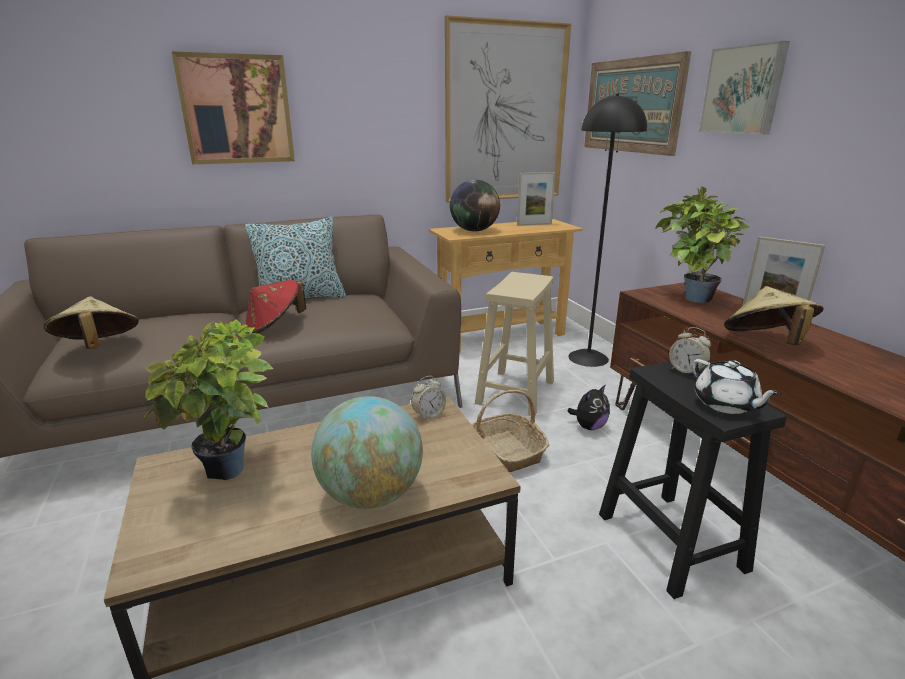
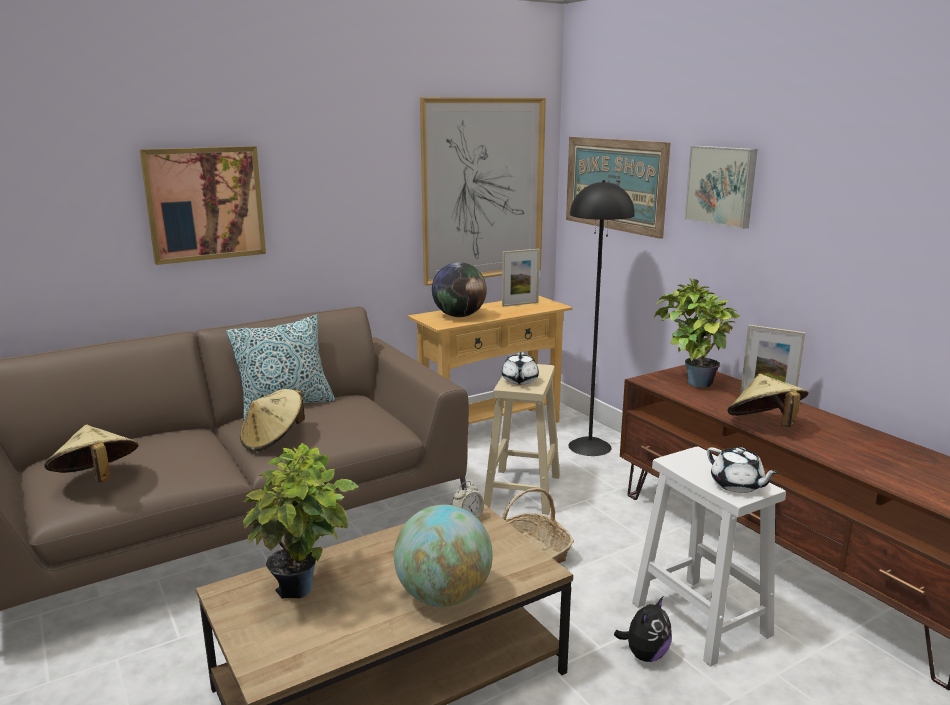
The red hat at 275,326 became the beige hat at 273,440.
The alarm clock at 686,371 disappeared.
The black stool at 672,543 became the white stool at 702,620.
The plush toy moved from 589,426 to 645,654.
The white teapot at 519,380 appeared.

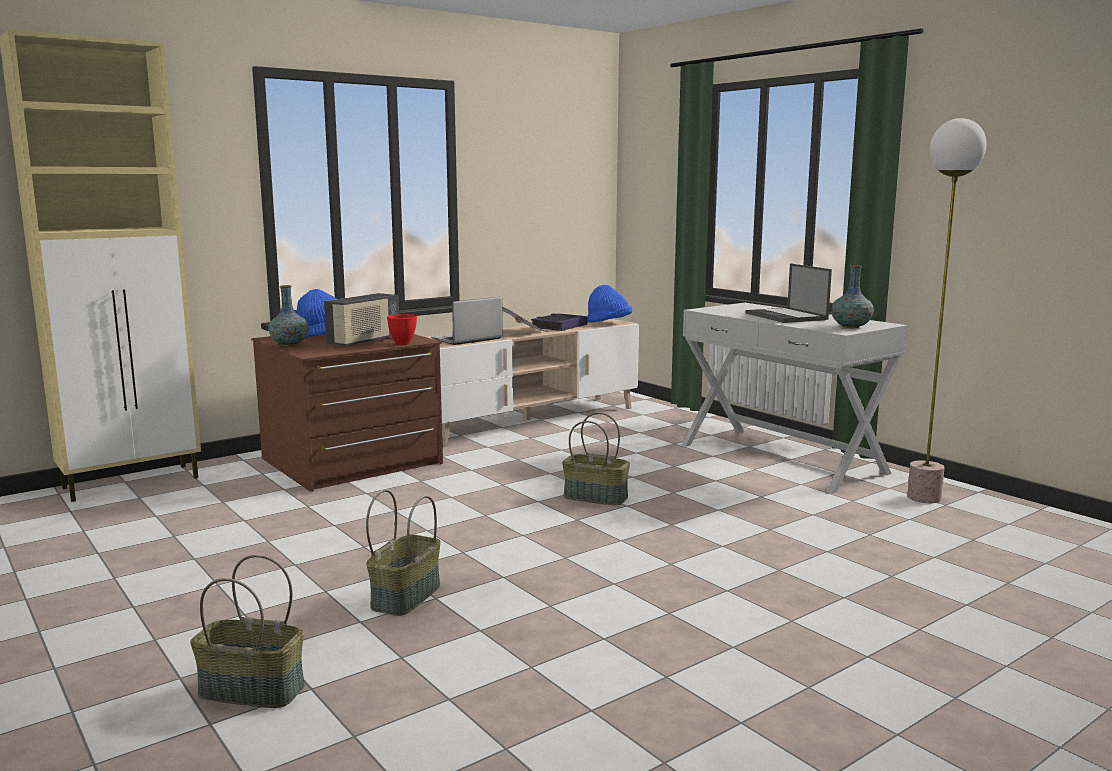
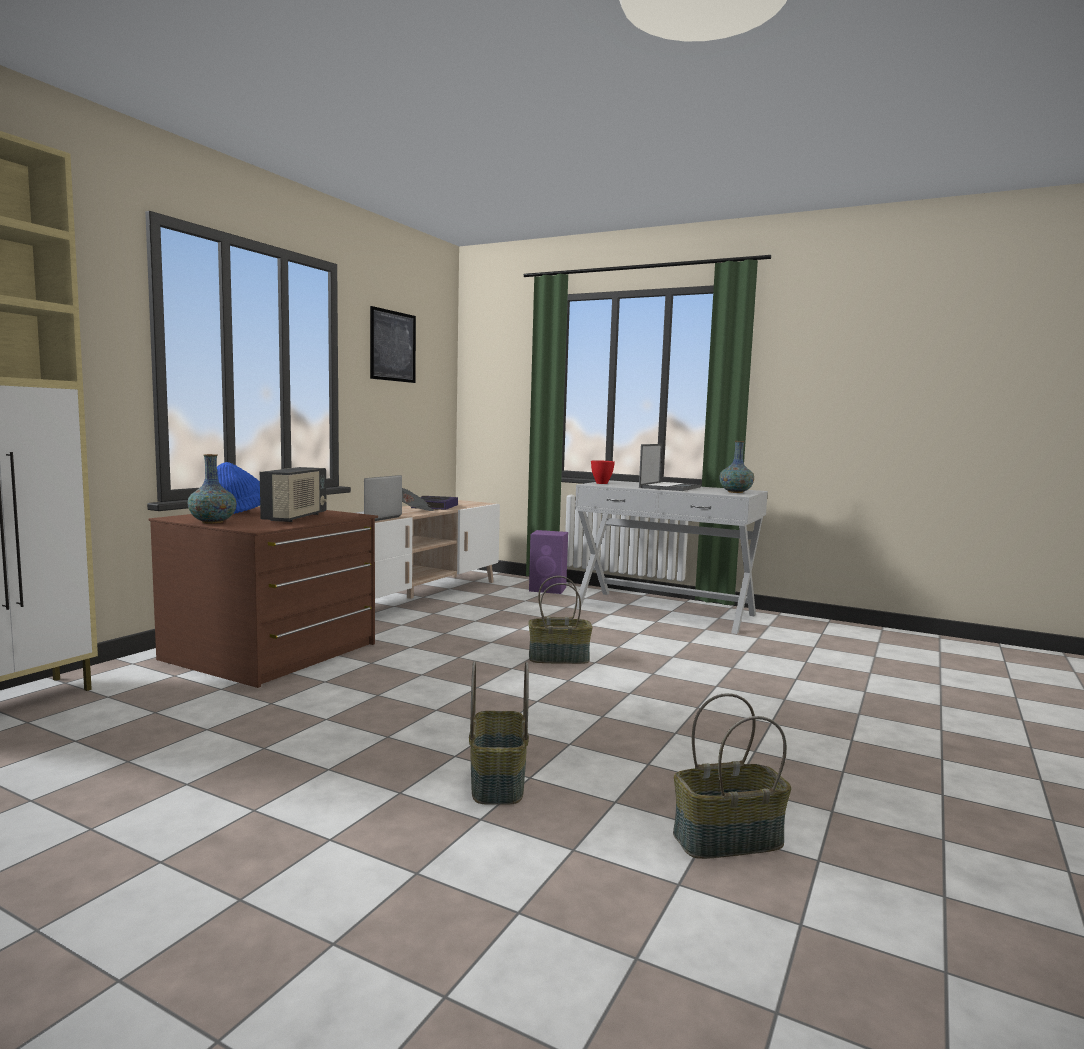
The floor lamp at 924,498 disappeared.
The laptop at 787,316 turned 105 degrees counterclockwise.
The blue hat at 608,323 disappeared.
The red bowl moved from 403,344 to 602,483.
The basket moved from 250,691 to 727,840.
The picture at 393,346 appeared.
The purple speaker at 548,589 appeared.

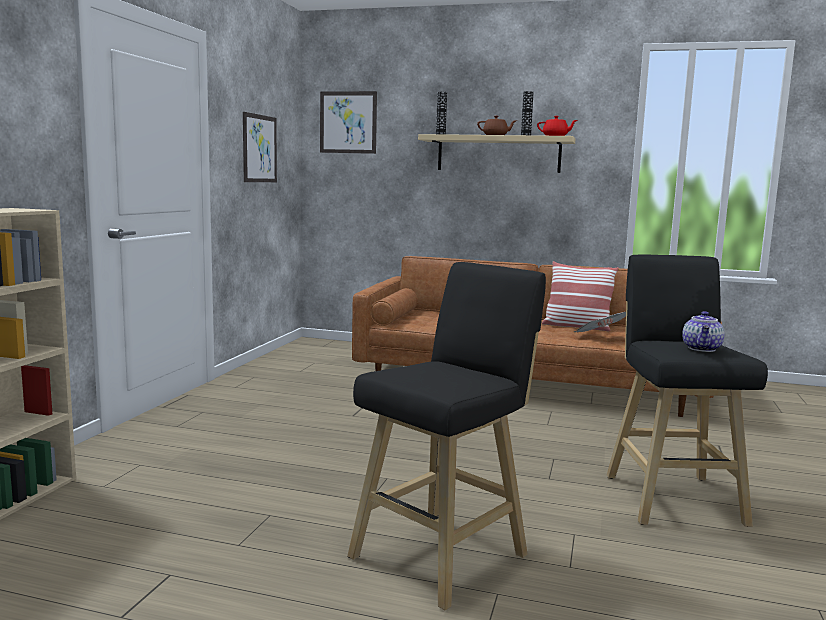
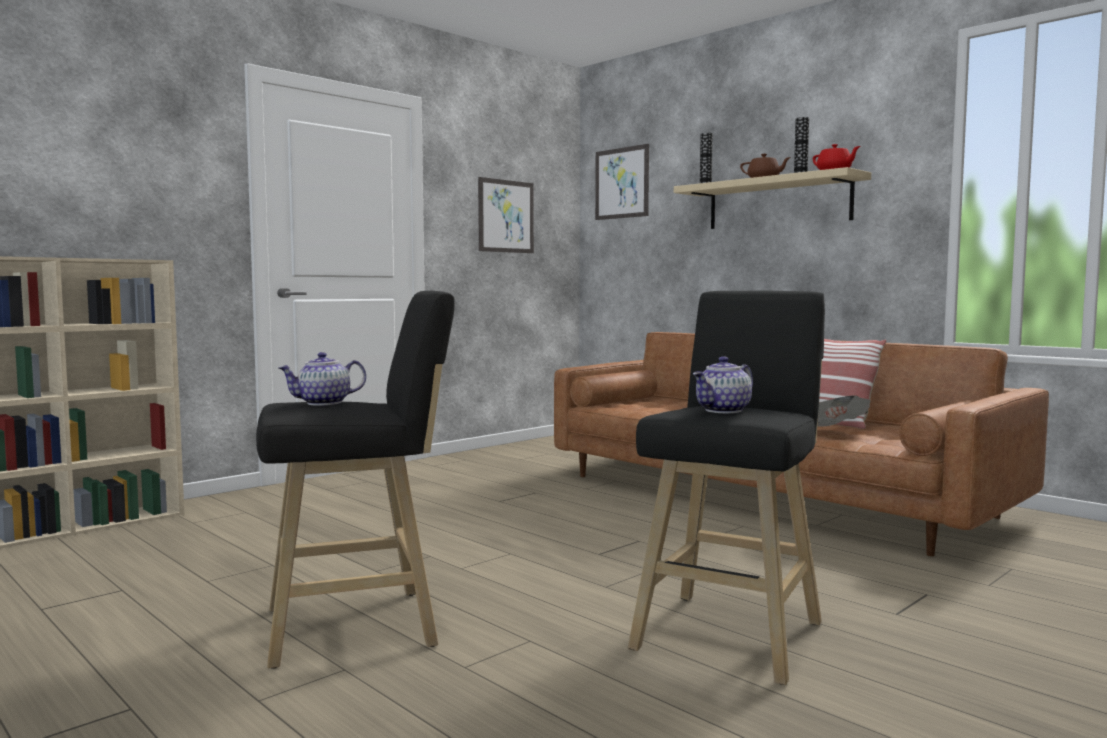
The teapot at 323,403 appeared.

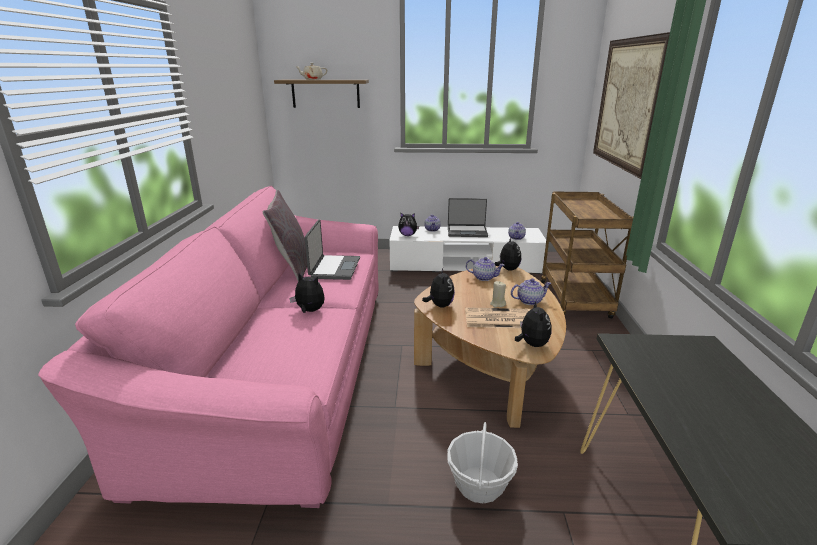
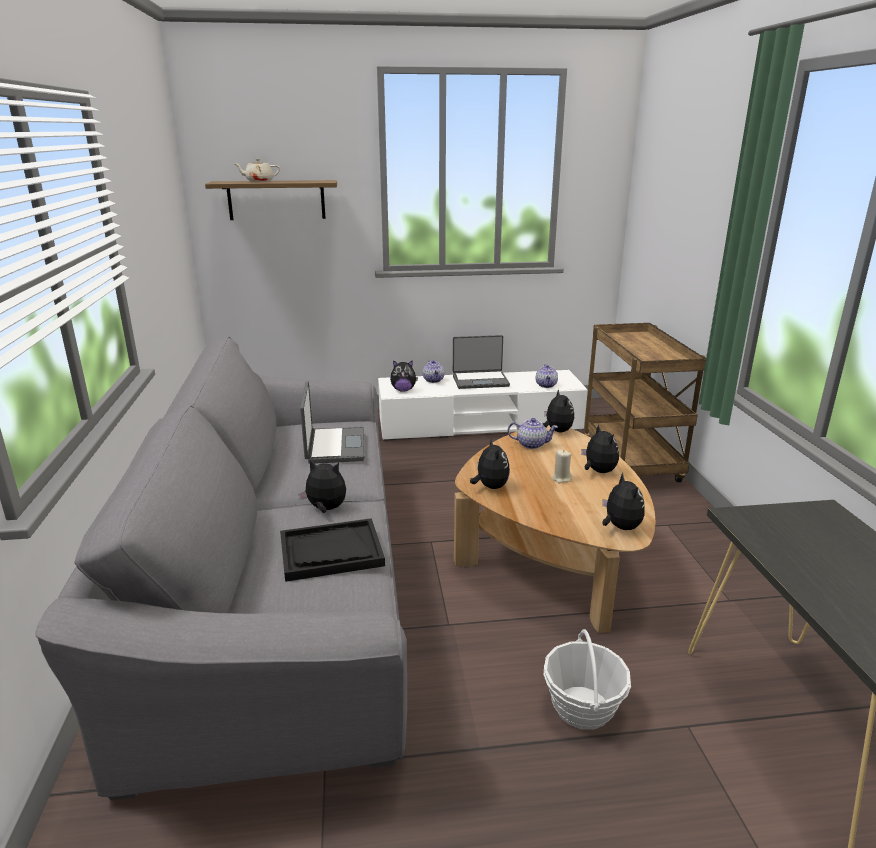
The picture at 627,104 disappeared.
The pink sofa at 284,369 became the grey sofa at 283,590.
The grey pillow at 292,268 disappeared.
The teapot at 529,301 was replaced by the plush toy at 598,471.
The newspaper at 498,319 disappeared.
The black tray at 331,552 appeared.

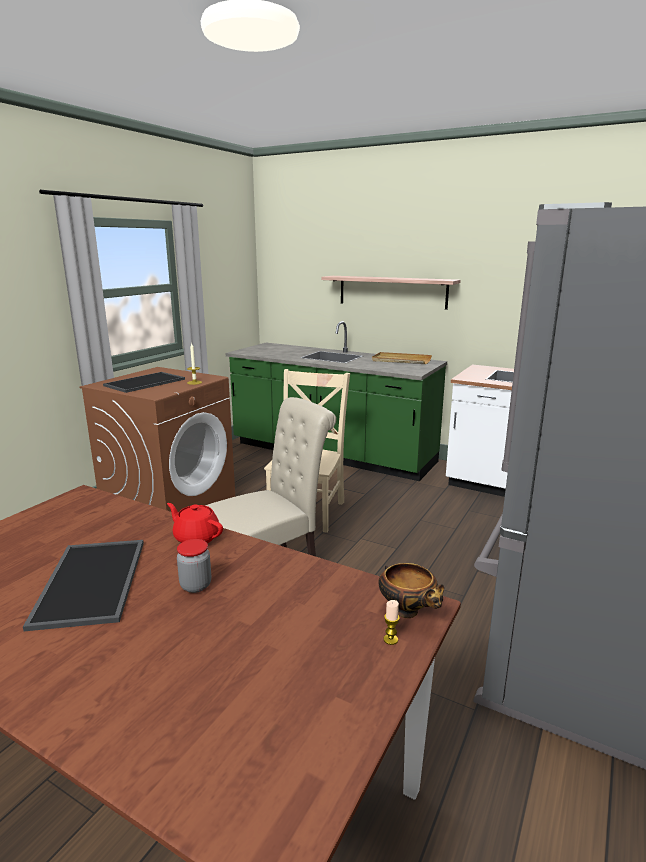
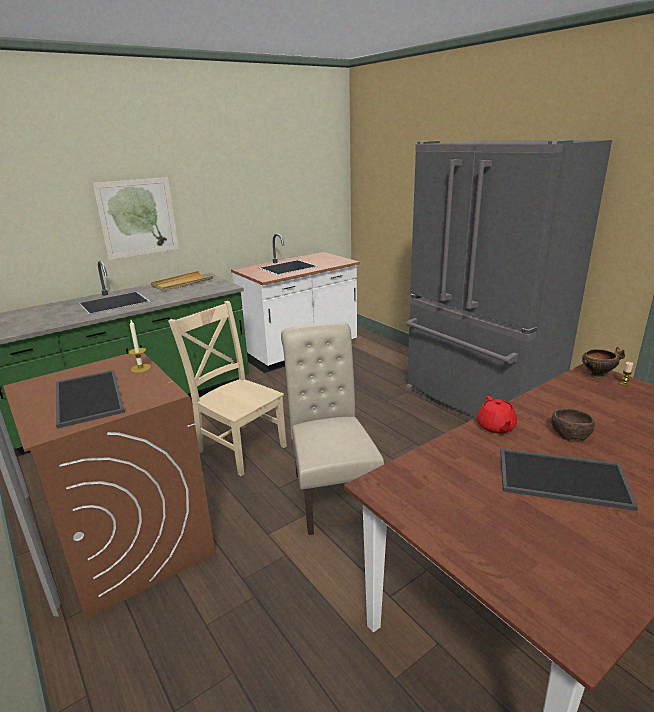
The shelf at 392,292 was replaced by the picture at 138,218.
The red teapot at 196,537 turned 60 degrees counterclockwise.
The jar at 196,585 was replaced by the brown bowl at 569,433.

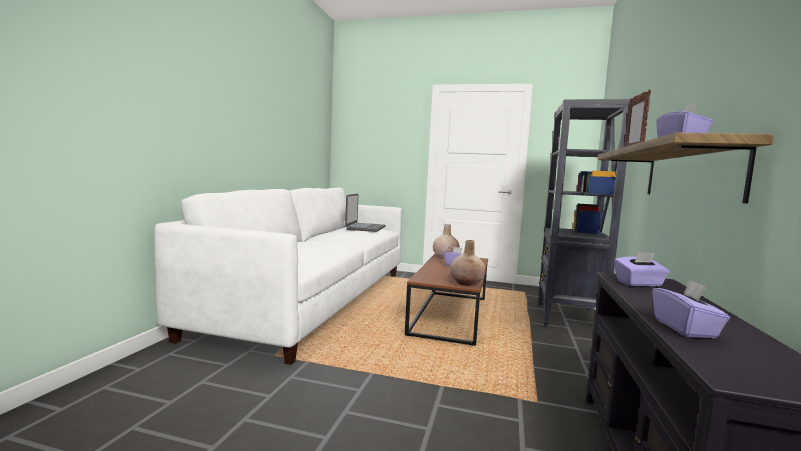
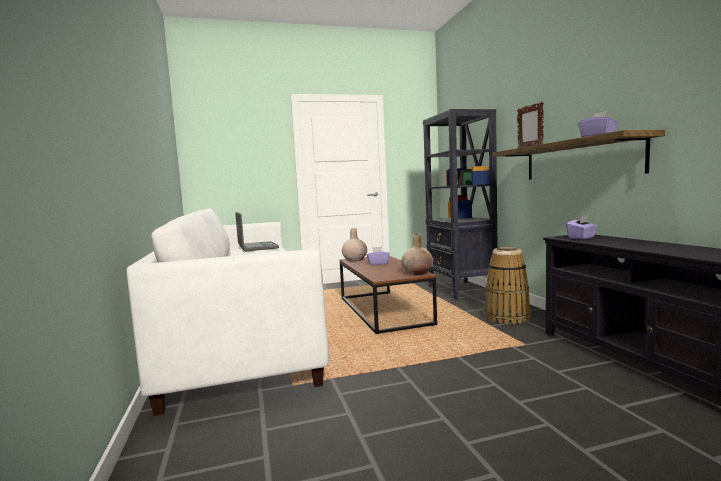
The purple tissue box at 685,328 disappeared.
The basket at 507,317 appeared.

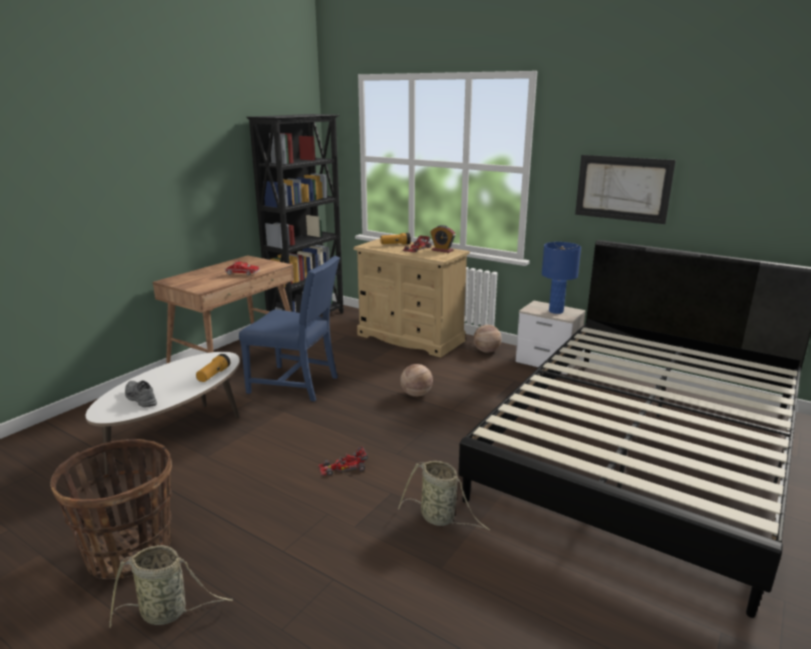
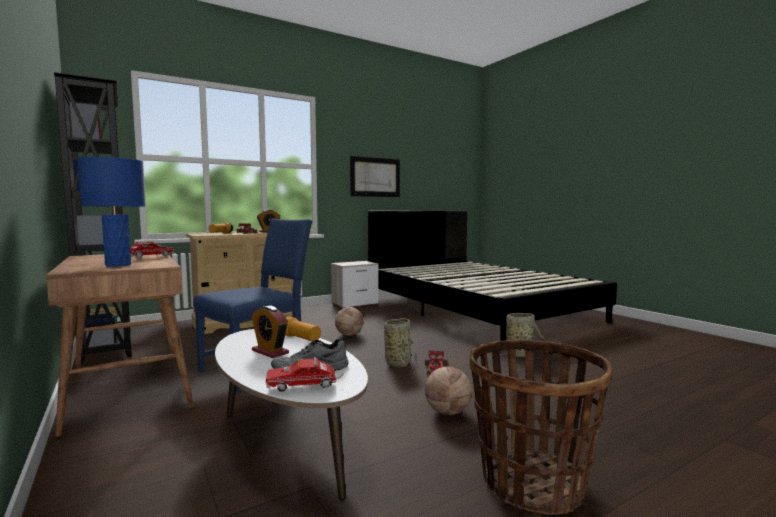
The blue table lamp moved from 556,311 to 118,265.
The basketball moved from 486,351 to 447,412.
The basket moved from 168,612 to 398,363.
The alarm clock at 270,352 appeared.
The toy truck at 305,386 appeared.

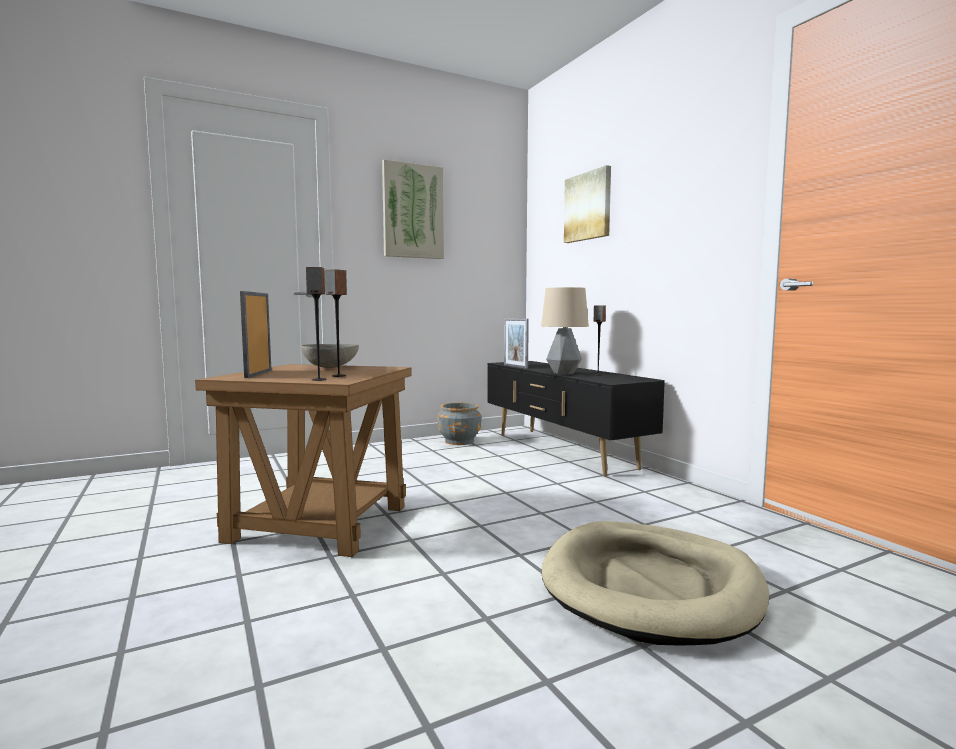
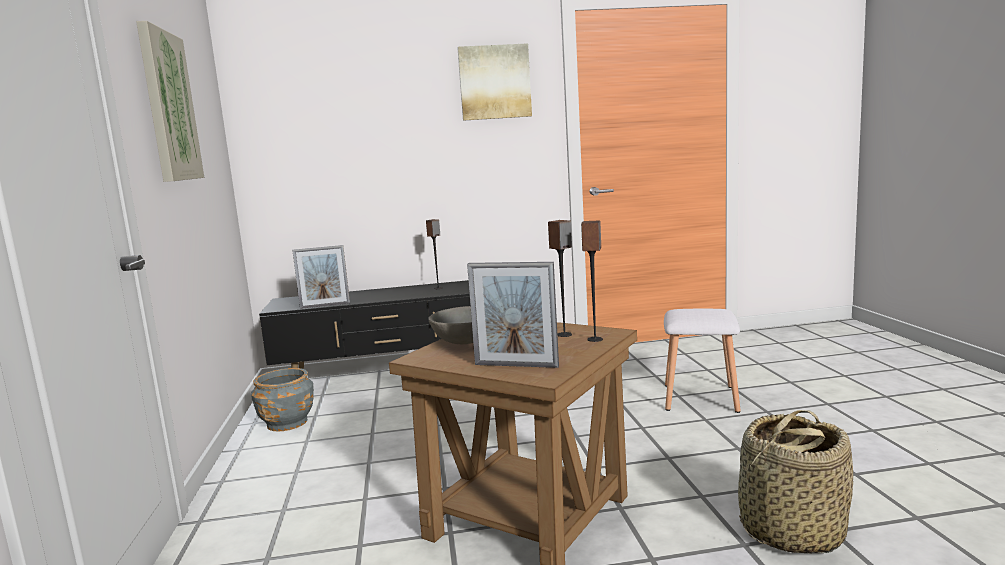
The picture moved from 588,206 to 494,82.
The table lamp at 563,373 disappeared.
The beige dog bed at 650,586 was replaced by the white stool at 699,397.
The basket at 790,531 appeared.

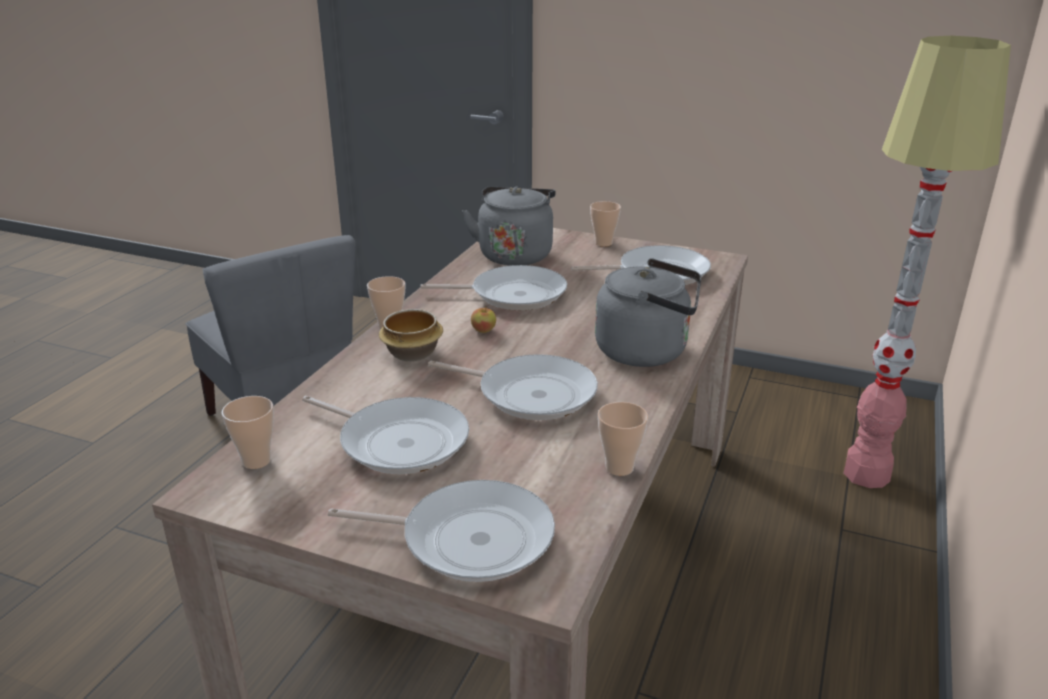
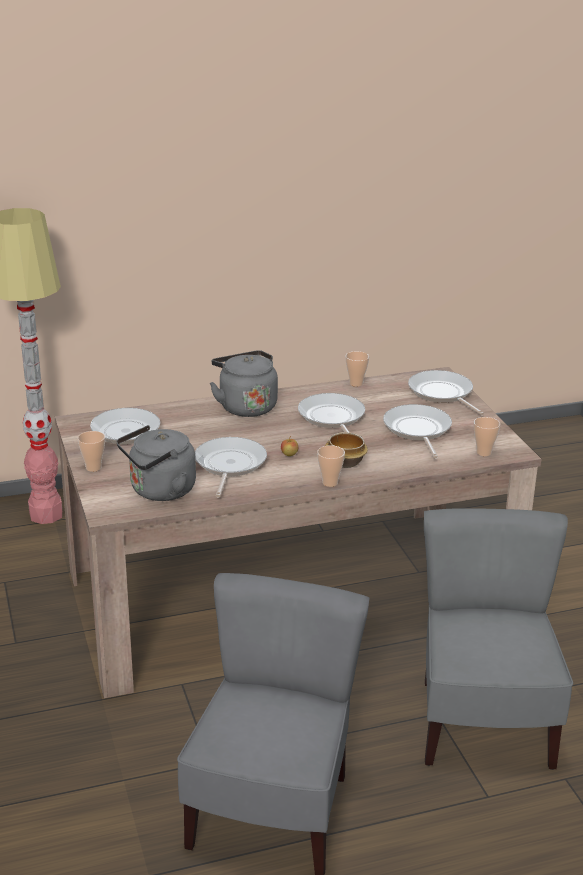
The frying pan at 513,294 turned 45 degrees clockwise.
The grey chair at 483,724 appeared.

